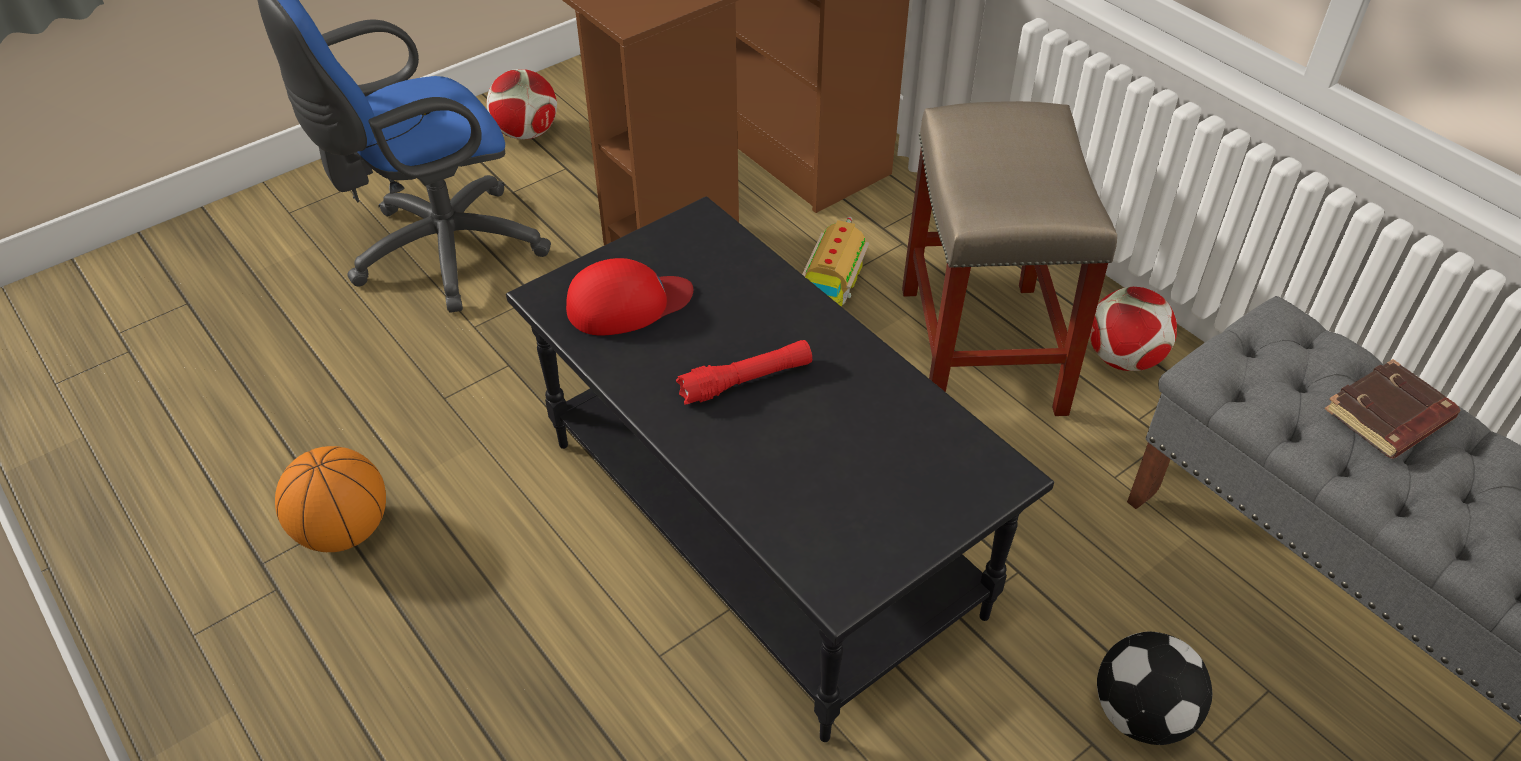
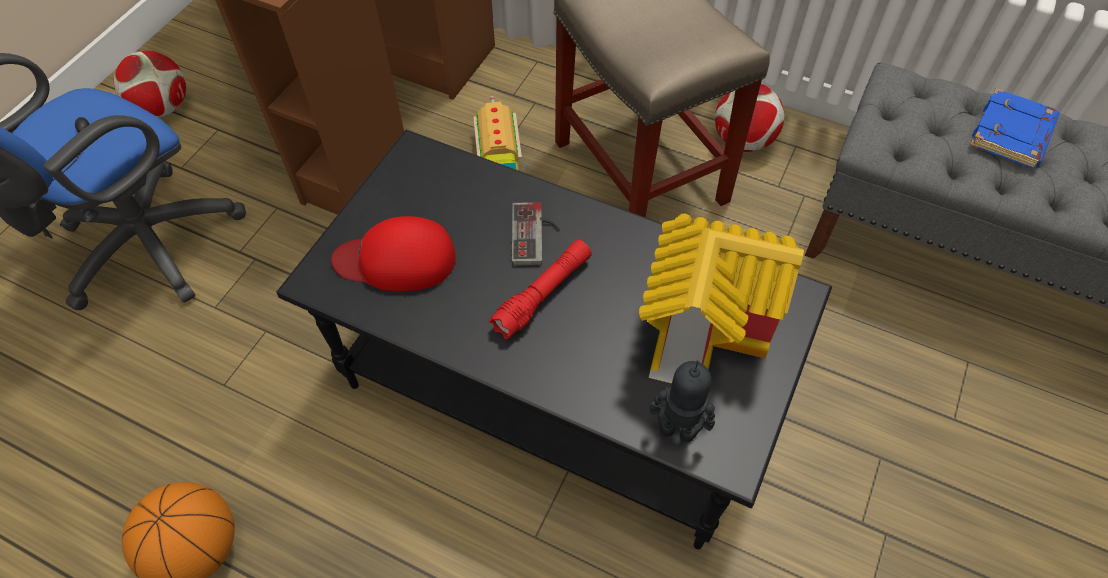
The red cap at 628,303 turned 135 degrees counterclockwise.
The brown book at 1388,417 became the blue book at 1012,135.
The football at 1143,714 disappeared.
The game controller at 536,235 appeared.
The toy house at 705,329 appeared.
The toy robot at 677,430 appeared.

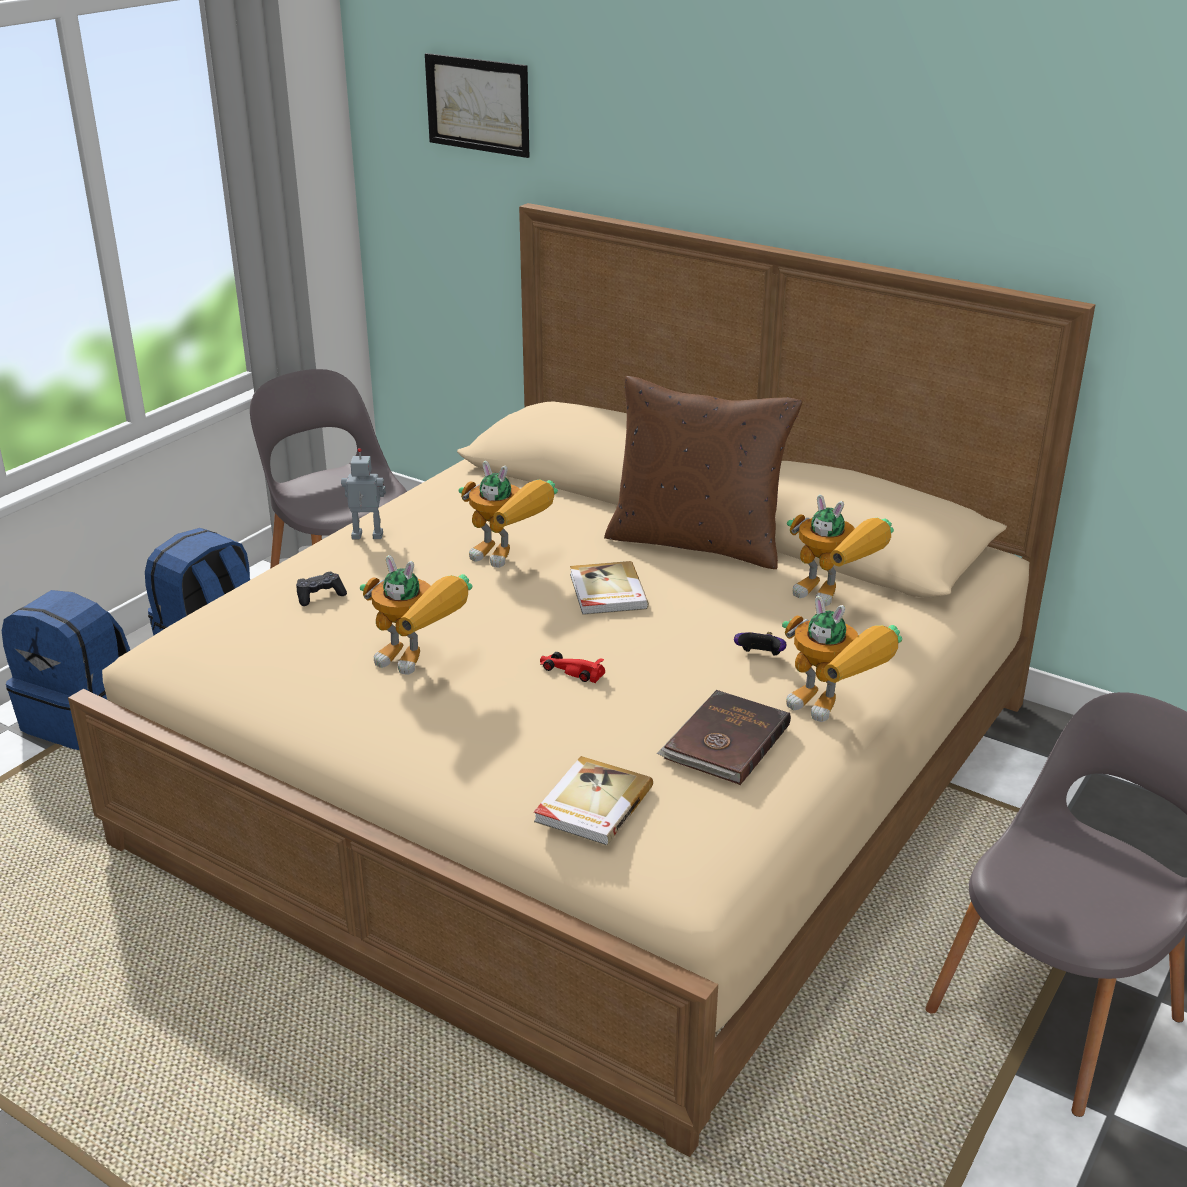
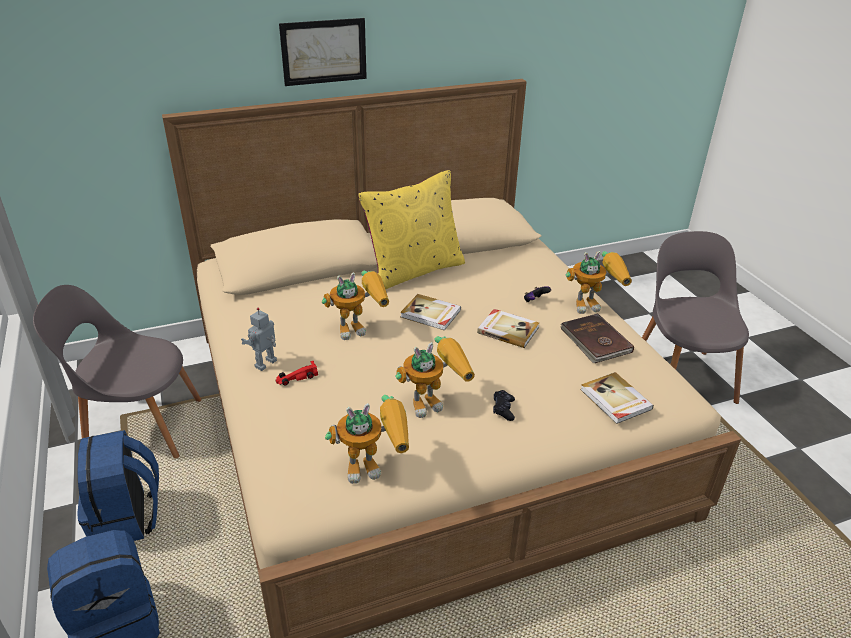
The picture moved from 477,104 to 324,51.
The brown pillow at 697,542 became the yellow pillow at 414,270.
The toy robot moved from 835,597 to 375,465.
The black game controller moved from 320,596 to 503,409.
The red toy car moved from 570,671 to 296,378.
The book at 508,330 appeared.

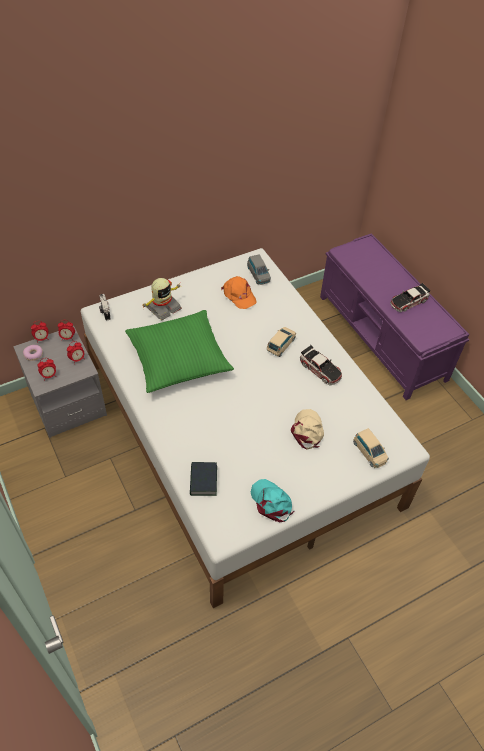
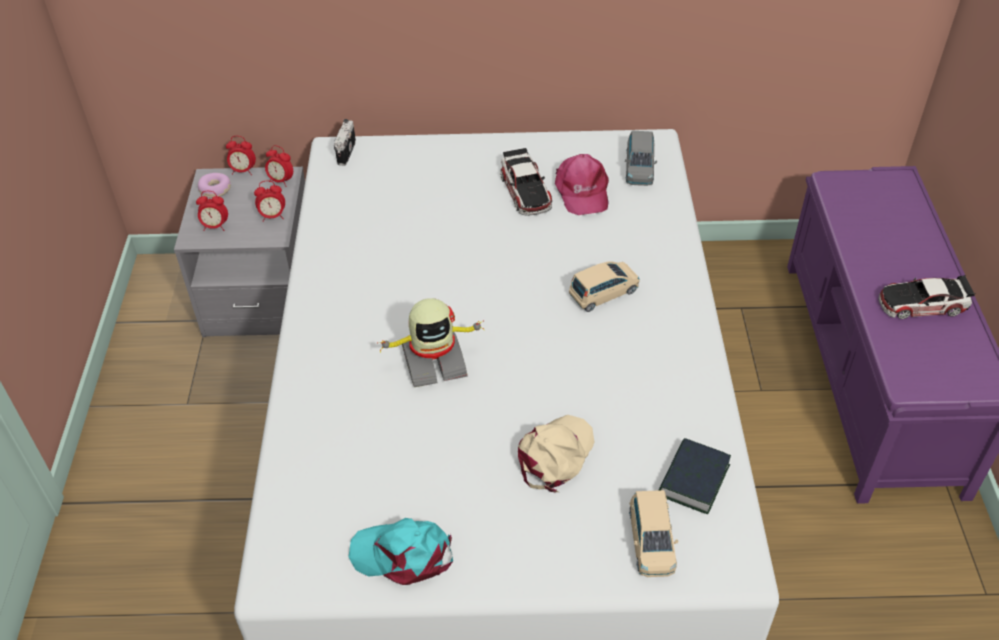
The orange cap at 239,295 became the pink cap at 582,191.
The toy robot moved from 163,308 to 434,361.
The green pillow at 178,358 disappeared.
The toy car moved from 320,369 to 525,190.
The book moved from 203,481 to 693,480.
The turquoise cap at 271,502 turned 75 degrees counterclockwise.

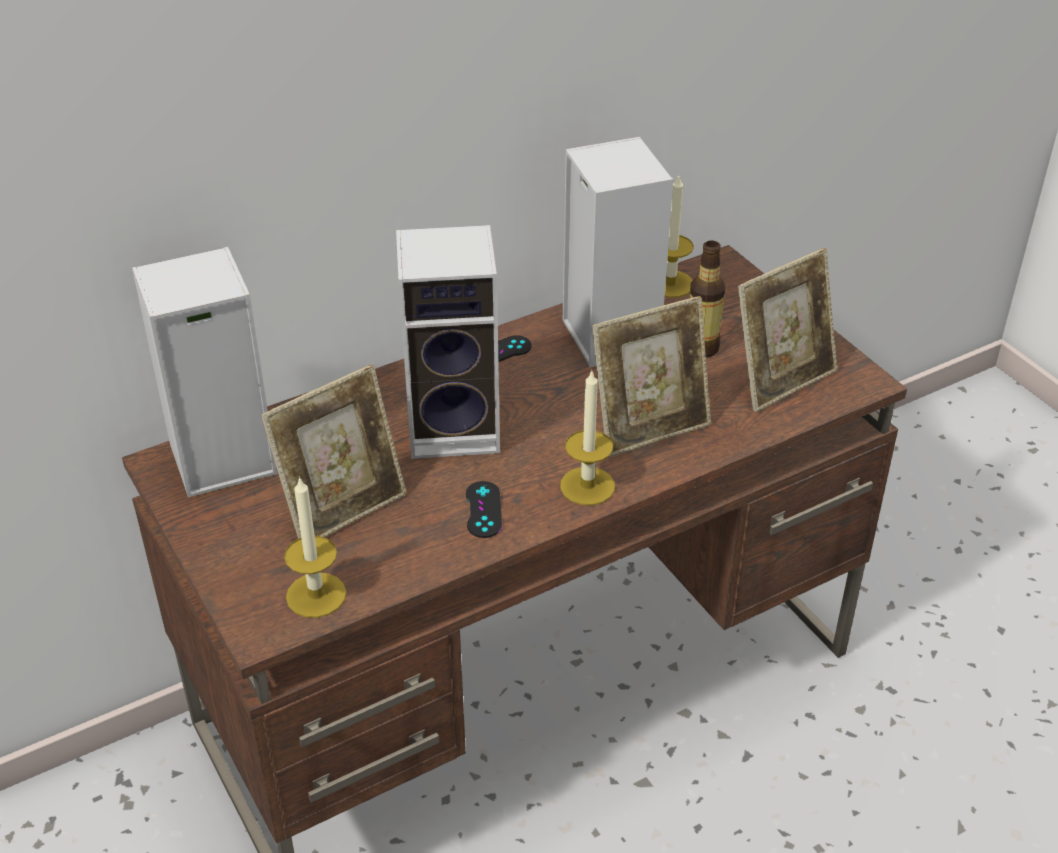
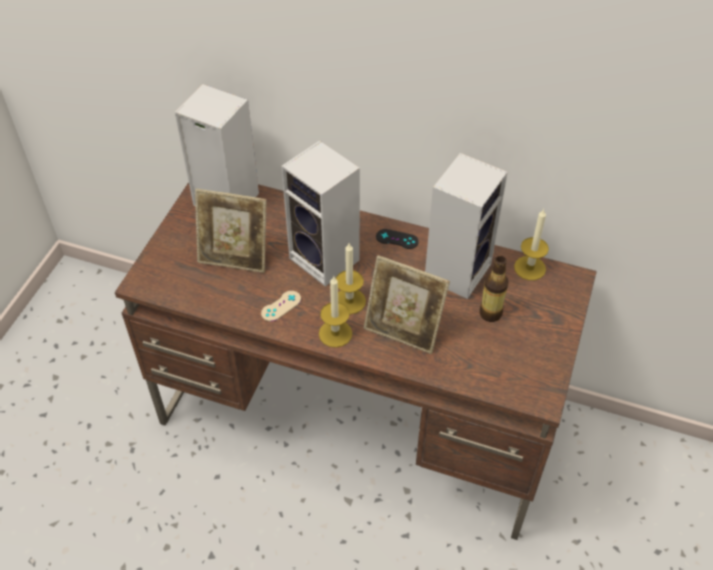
The picture frame at 782,380 disappeared.
The candle moved from 316,595 to 349,301.
The black game controller at 483,510 became the beige game controller at 281,306.

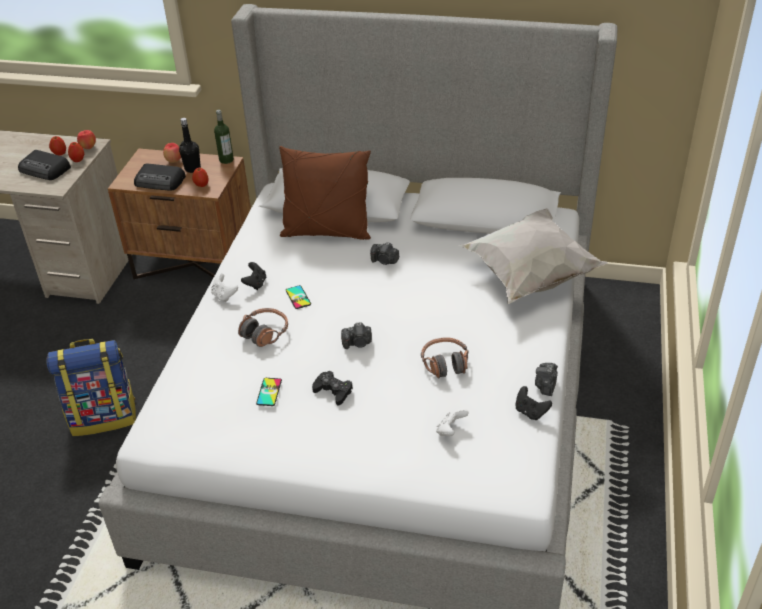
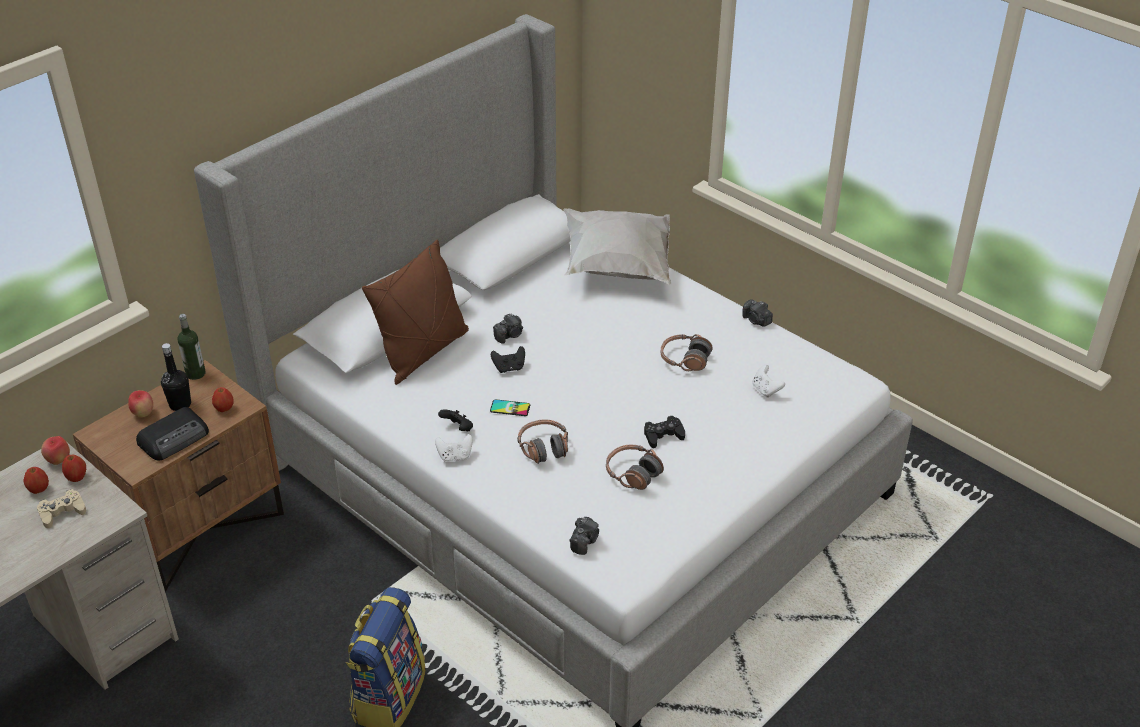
The radio at 45,170 was replaced by the beige game controller at 62,512.
The photo camera moved from 358,343 to 584,541.
The phone at 269,392 was replaced by the headphones at 633,473.
The black game controller moved from 530,412 to 509,368.

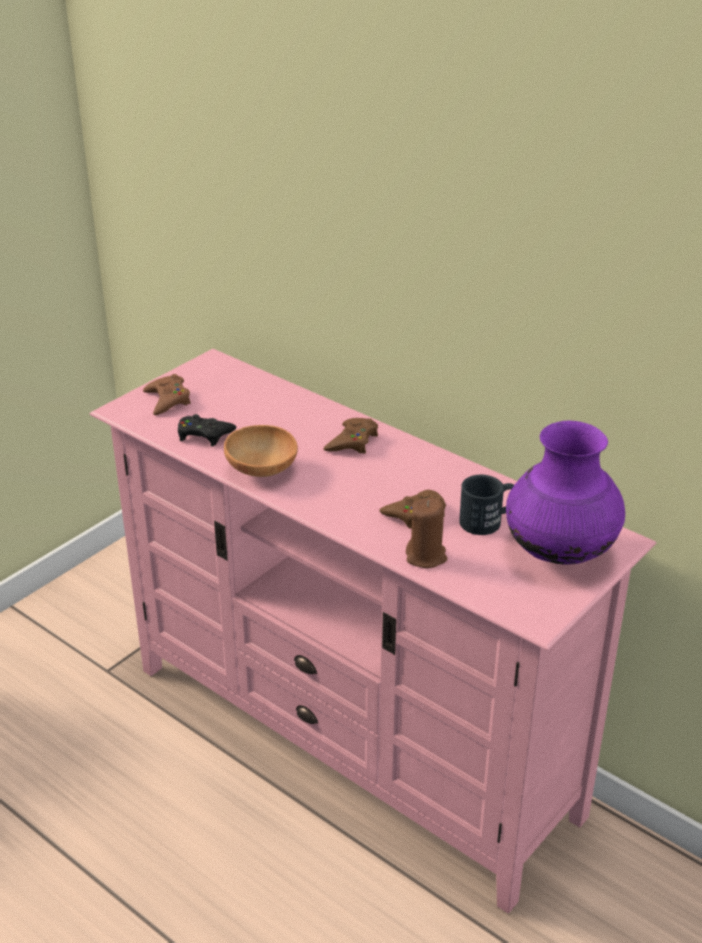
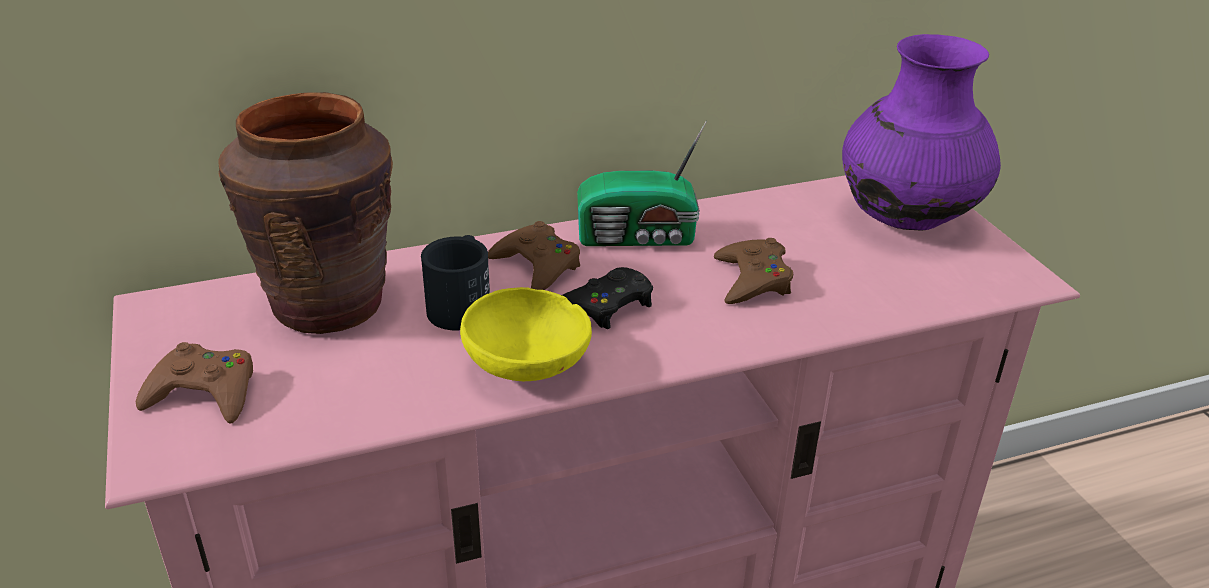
The black game controller moved from 204,435 to 606,305.
The brown bowl at 262,471 became the yellow bowl at 529,368.
The black mug moved from 488,520 to 462,303.
The brown candle at 426,556 disappeared.
The brown vase at 329,305 appeared.
The radio at 639,237 appeared.

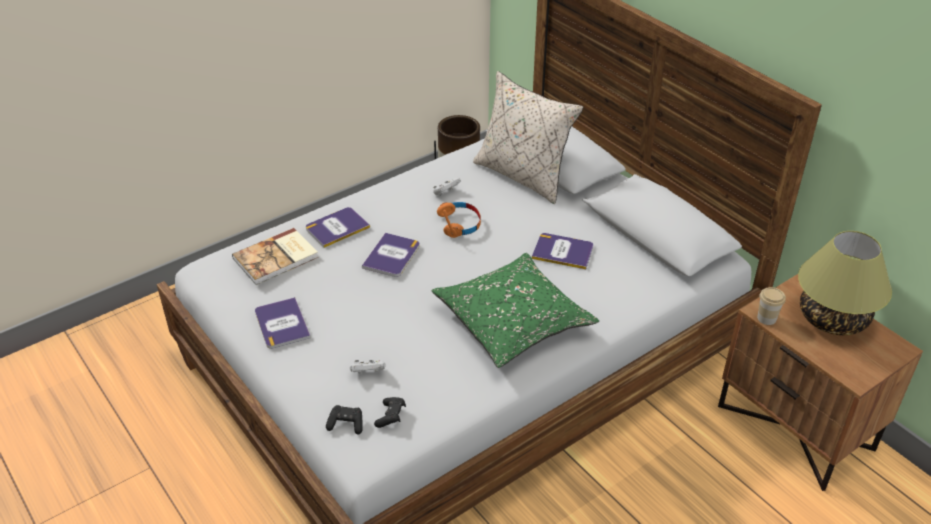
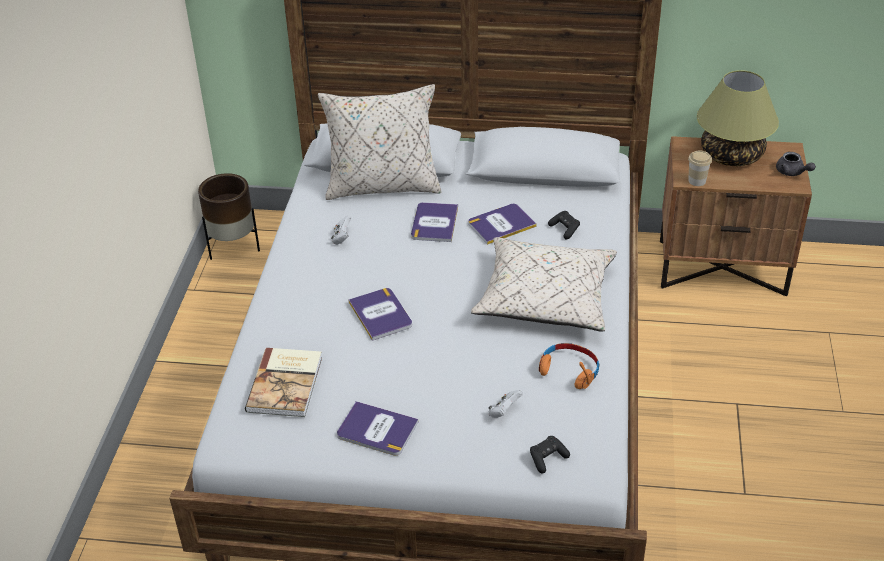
The orange headphones moved from 459,224 to 569,370.
The book moved from 337,228 to 434,223.
The green pillow at 513,321 became the beige pillow at 545,298.
The black game controller moved from 391,416 to 565,229.
The grey teapot at 792,172 appeared.

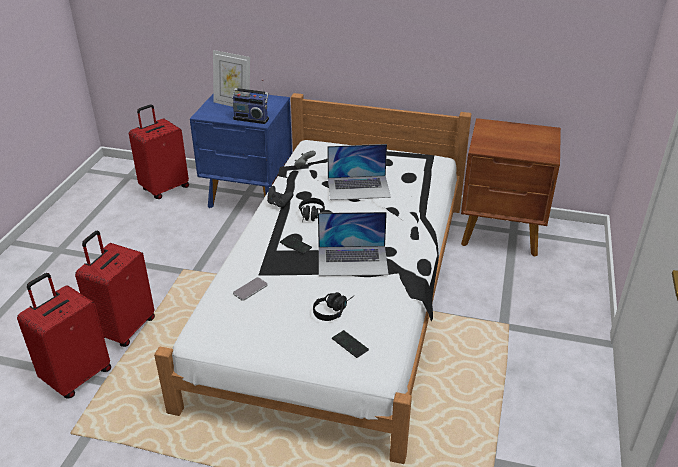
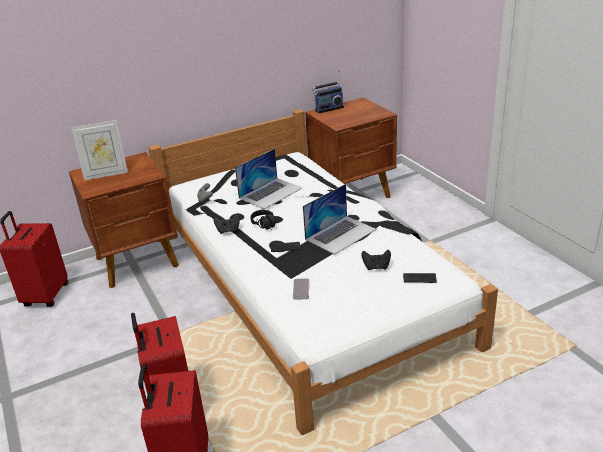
The radio moved from 251,118 to 328,108.
The blue nightstand at 250,197 became the brown nightstand at 138,262.
The black headphones at 333,310 was replaced by the black game controller at 376,267.

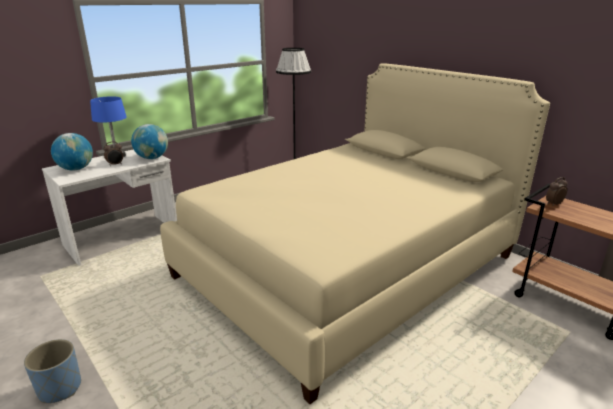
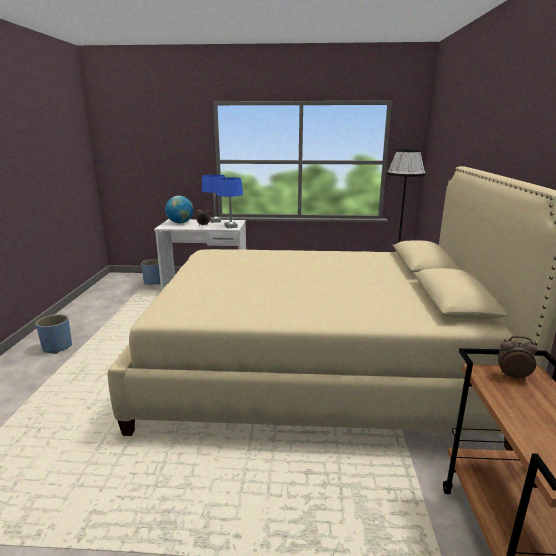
The globe at 152,158 was replaced by the blue table lamp at 231,227.
The blue planter at 153,282 appeared.

